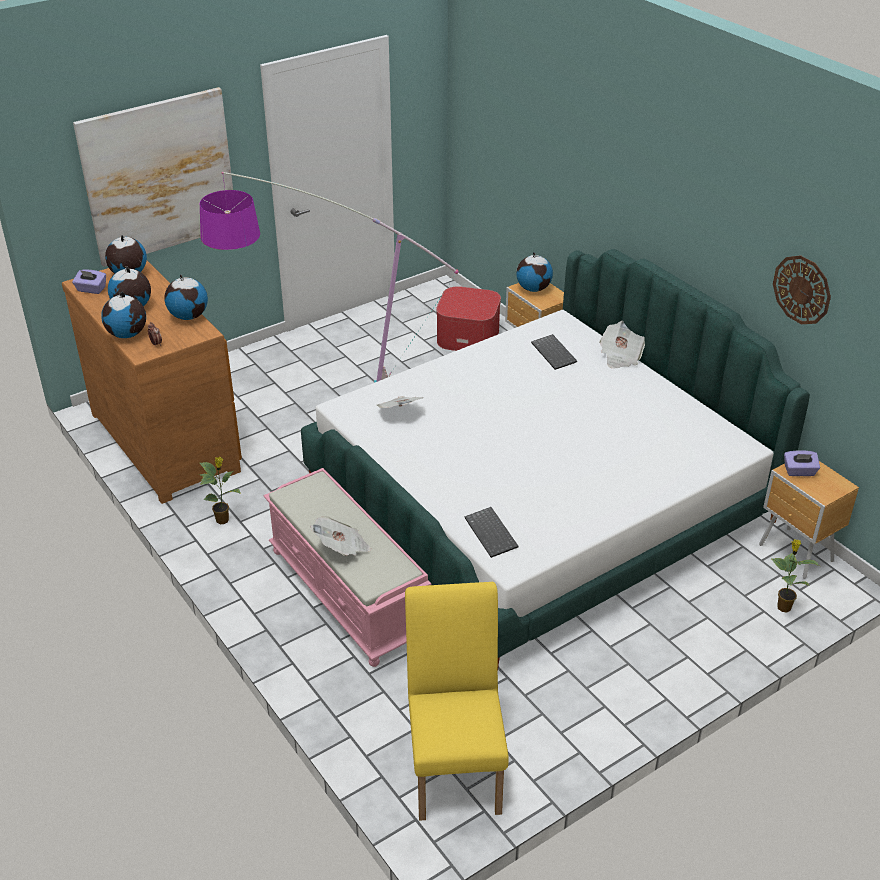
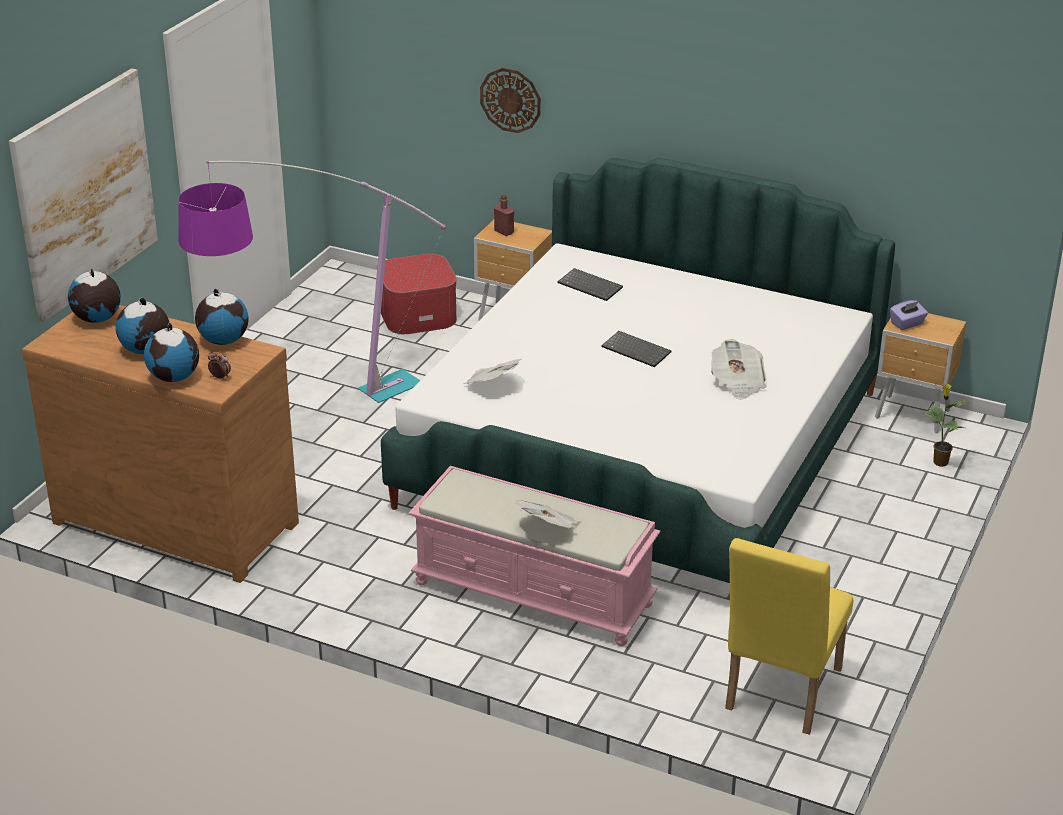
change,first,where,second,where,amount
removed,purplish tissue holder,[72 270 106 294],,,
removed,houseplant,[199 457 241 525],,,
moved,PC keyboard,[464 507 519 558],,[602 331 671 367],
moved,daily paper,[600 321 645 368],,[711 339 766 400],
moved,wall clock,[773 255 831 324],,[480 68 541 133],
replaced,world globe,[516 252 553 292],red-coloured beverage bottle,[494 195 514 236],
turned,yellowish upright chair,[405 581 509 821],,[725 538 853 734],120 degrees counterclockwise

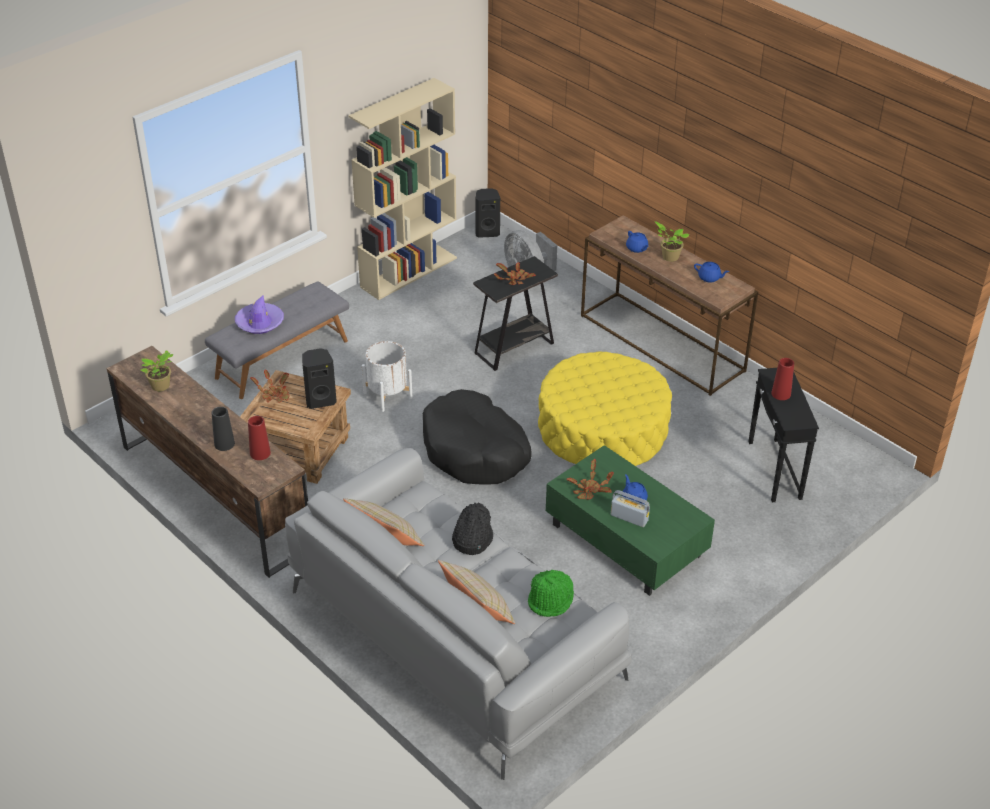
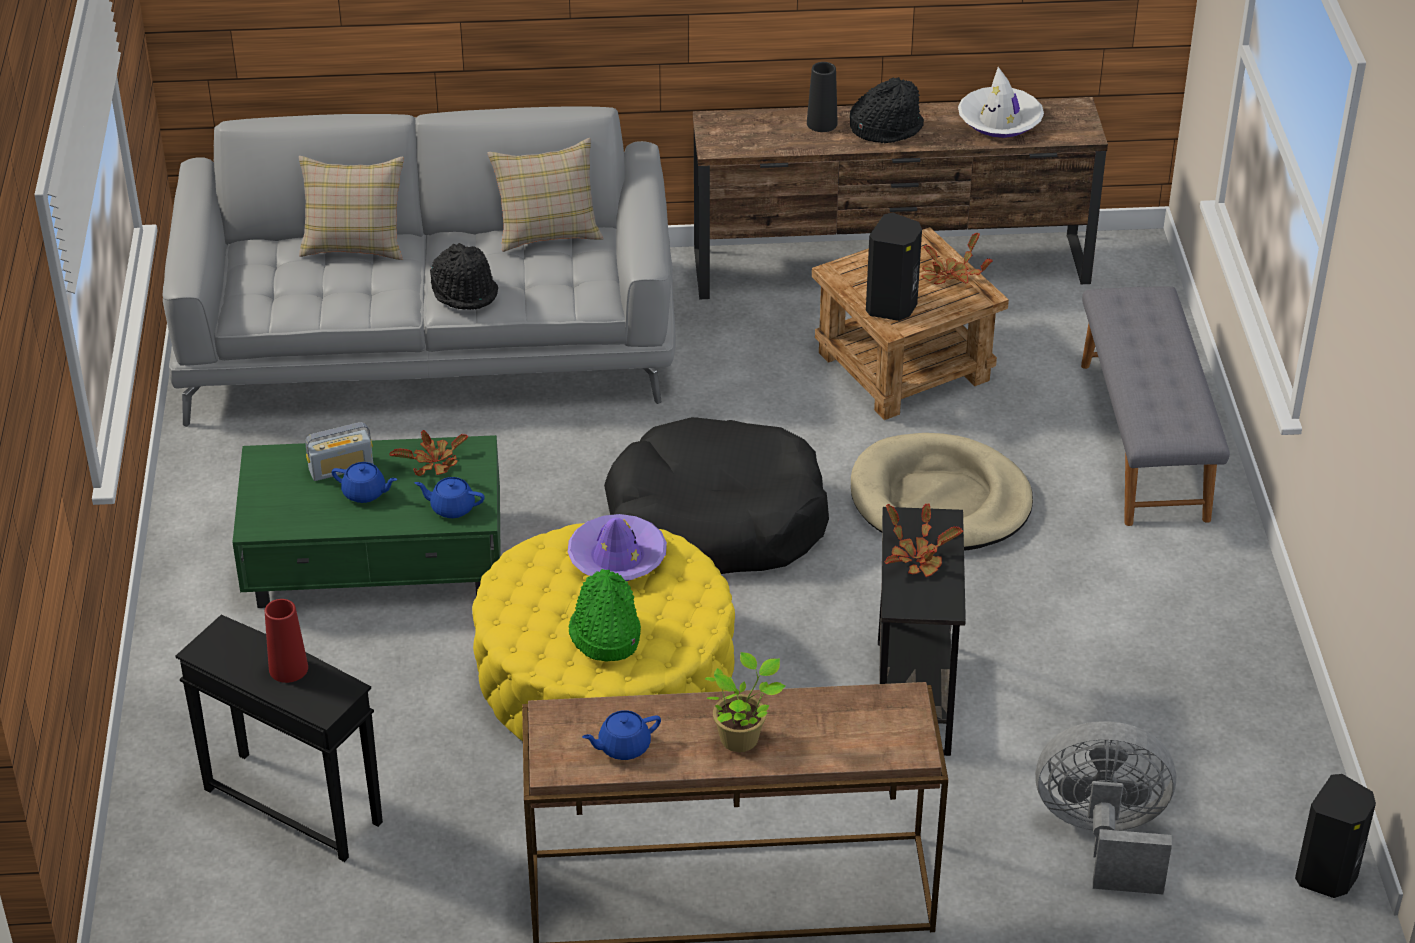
change,first,where,second,where,amount
removed,red-coloured decorative vase,[248 416 271 460],,,
removed,sand-coloured bookcase,[348 78 457 300],,,
added,,,black-coloured hat,[850 77 924 143],
moved,purplish hat,[235 295 284 334],,[568 514 667 581],
moved,green hat,[528 570 574 617],,[569 569 641 661],
moved,blue pot for tea,[626 231 649 253],,[415 477 485 518],
replaced,houseplant,[141 350 174 391],white-coloured hat,[958 67 1044 138],
replaced,white-coloured plant pot,[362 341 412 412],sand-coloured pet bed,[851 433 1033 550],

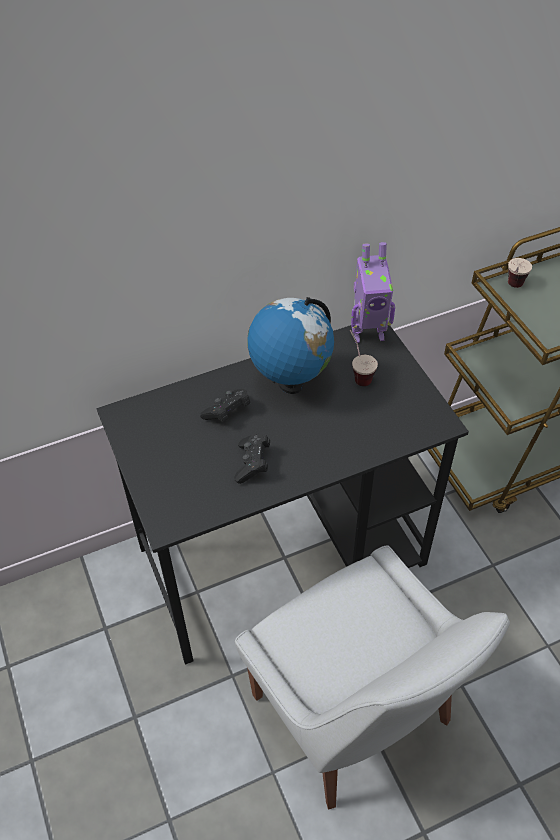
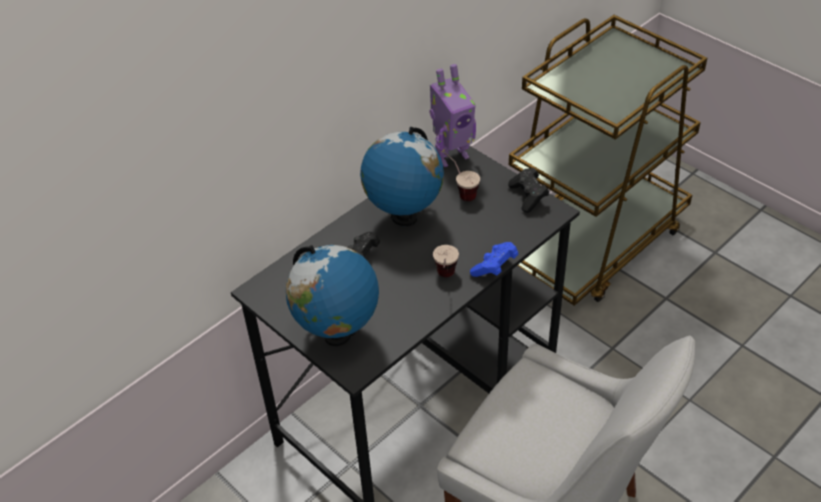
change,first,where,second,where,amount
added,,,world globe,[286 245 379 346],
added,,,blue gamepad,[470 242 518 277],
moved,black-coloured gamepad,[234 433 270 484],,[508 168 549 213],
moved,cup,[508 258 532 288],,[433 245 459 277],

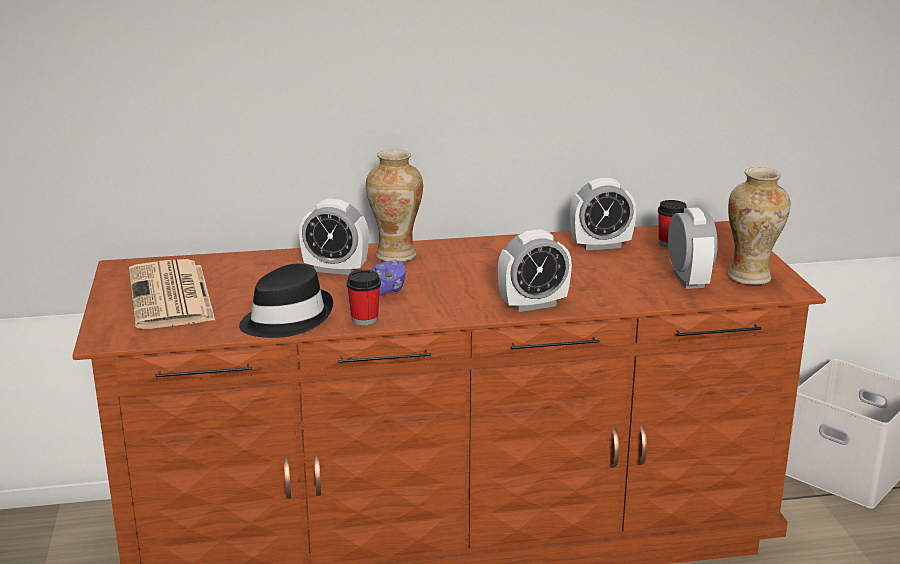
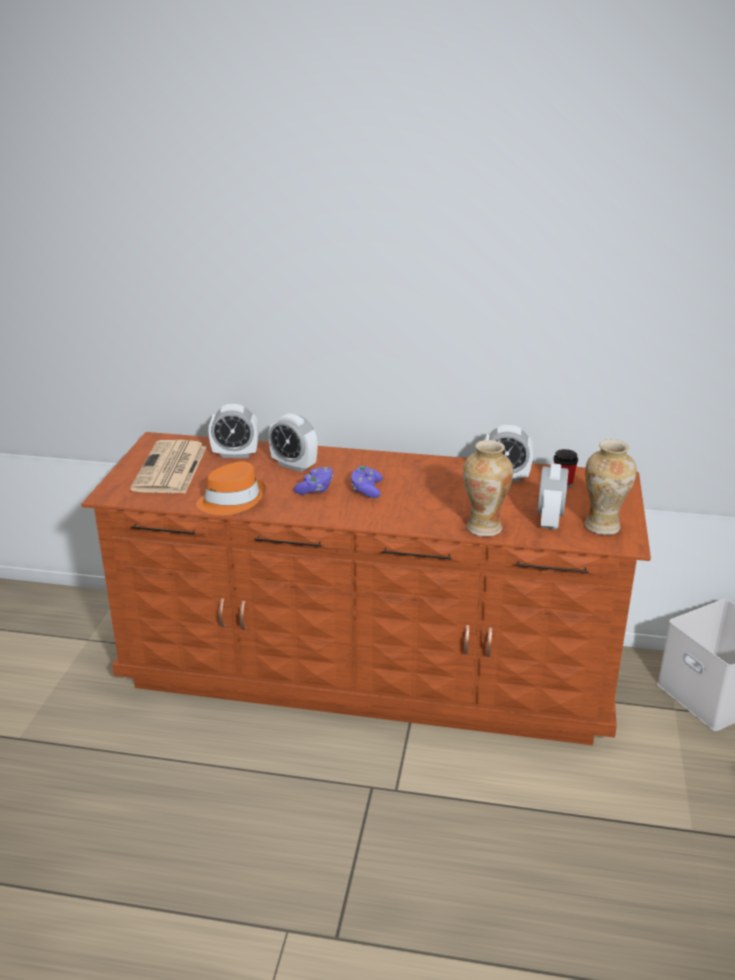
change,first,where,second,where,amount
removed,cup,[346 270 381 325],,,
added,,,purplish gamepad,[351 466 383 498],
moved,decorative vase,[366 149 423 262],,[463 440 513 537],
moved,bedside clock,[498 229 572 312],,[208 404 259 458],
recoloured,black-coloured hat,[239 264 333 338],orangey hat,[196 461 266 515],

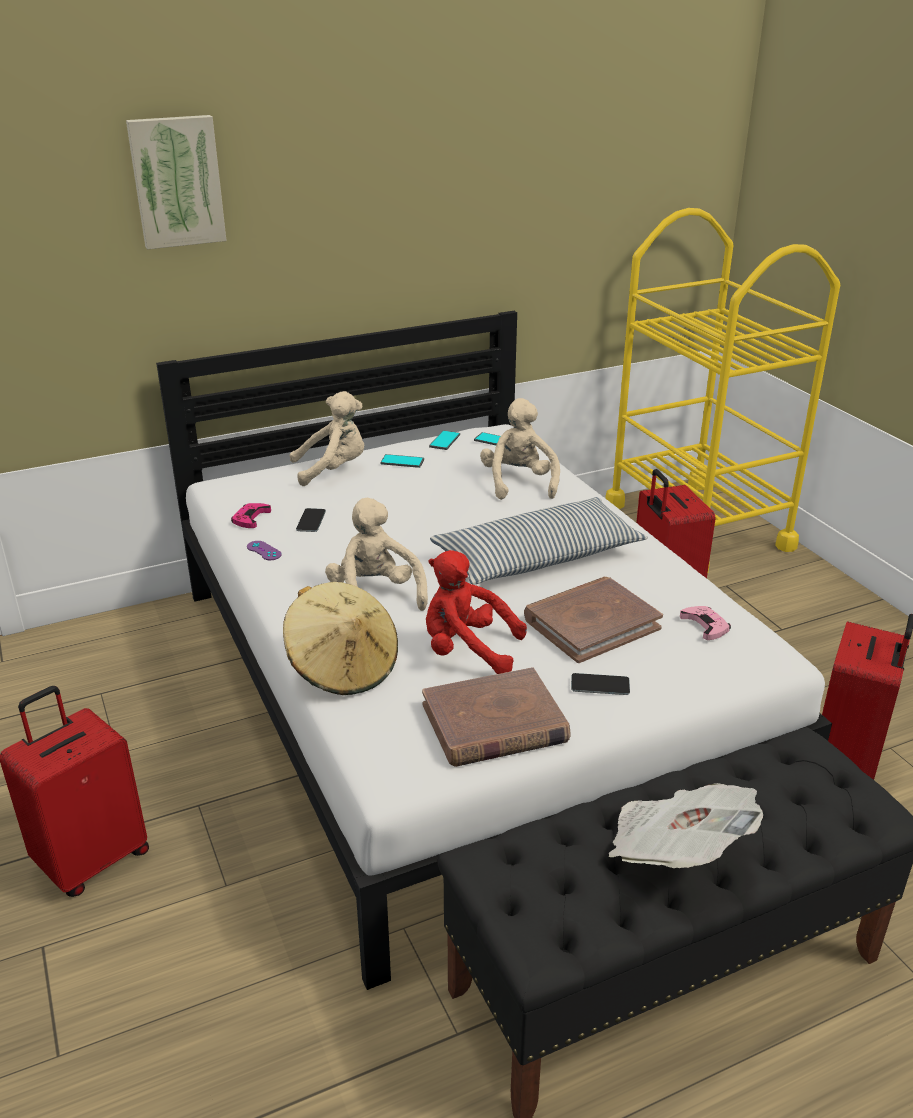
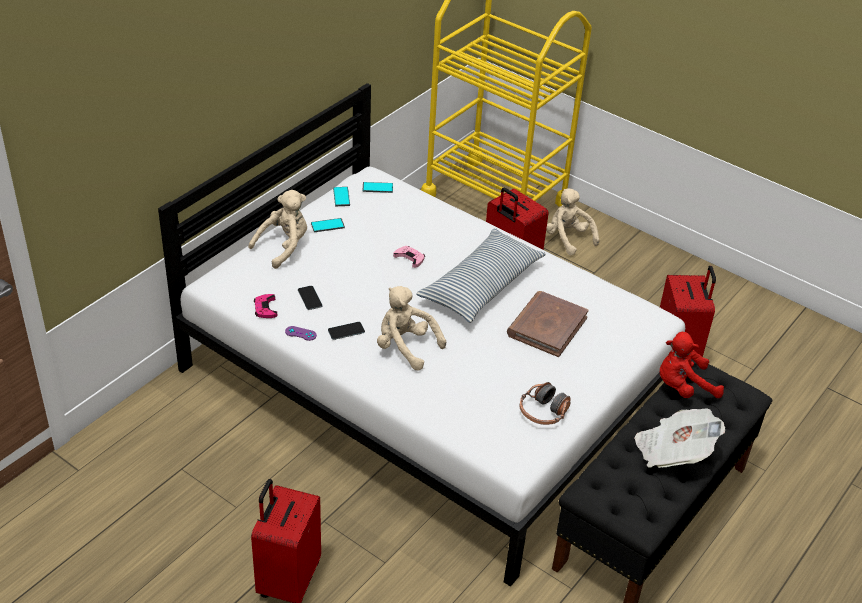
change,first,where,second,where,amount
removed,wall picture,[126 115 227 249],,,
removed,sand-coloured hat,[283 582 398 695],,,
moved,red-coloured plush toy,[426 550 527 674],,[660 332 724 398],
moved,sand-coloured plush toy,[480 398 560 500],,[546 188 599 256],
moved,phone,[571 673 630 695],,[328 322 365 340],
moved,pink gamepad,[680 606 731 640],,[393 246 425 268],
replaced,brown volume,[422 667 571 767],headset,[520 382 571 425],

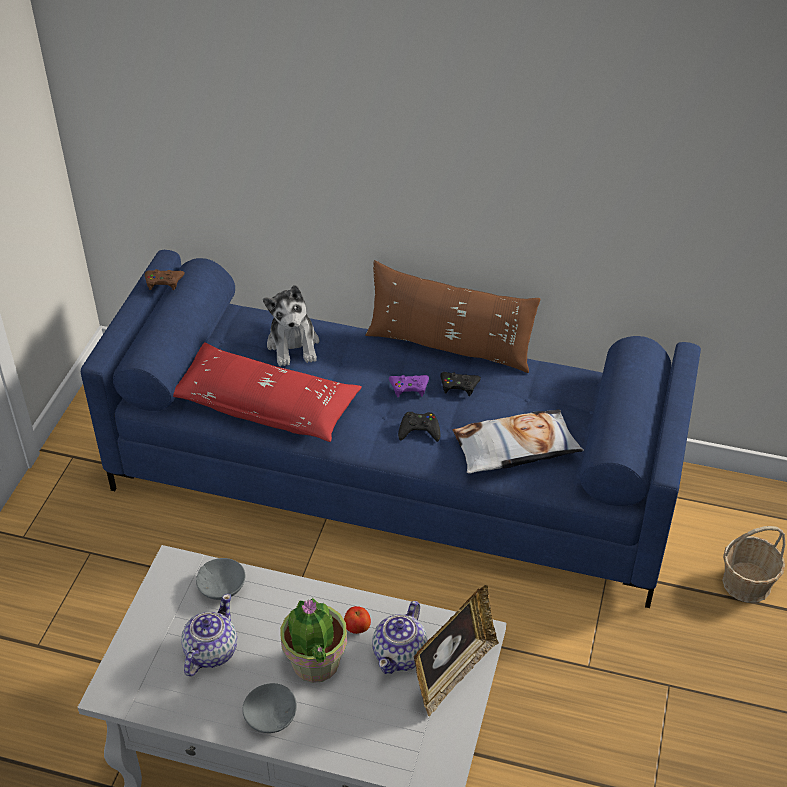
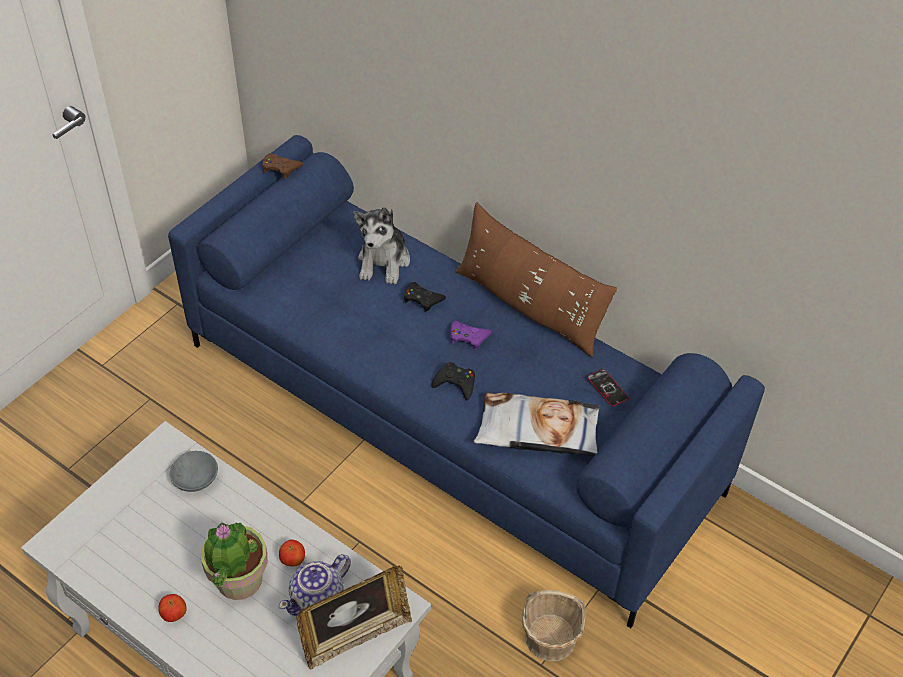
change,first,where,second,where,amount
removed,red-coloured throw pillow,[173 342 362 442],,,
removed,pot for tea,[181 594 237 676],,,
added,,,phone,[587 369 629 407],
moved,black-coloured gamepad,[441 372 481 396],,[404 282 446 312],
moved,storage basket,[723 526 785 603],,[522 590 586 662],
replaced,grey deep dish,[242 683 297 733],apple fruit,[158 594 187 622],

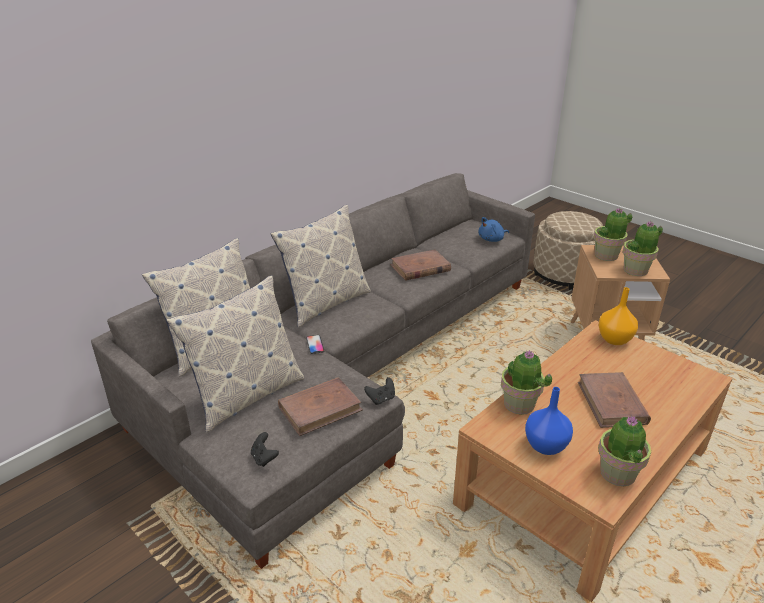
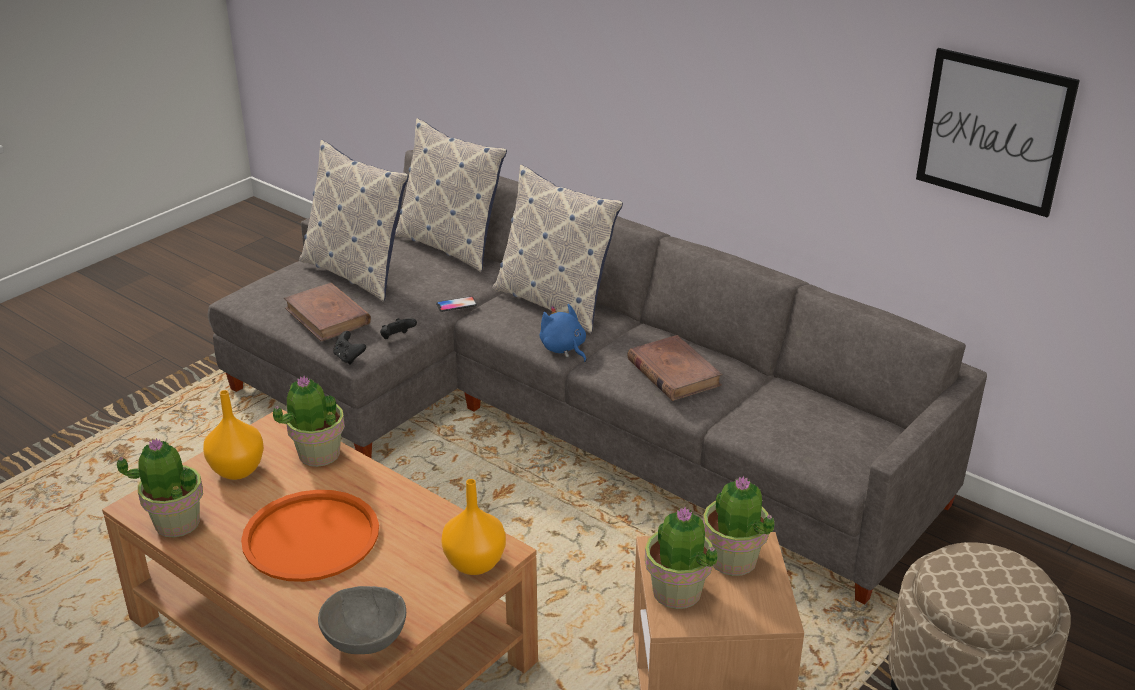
change,first,where,second,where,amount
added,,,grey deep dish,[318 586 406 654],
added,,,wall picture,[916 48 1080 218],
moved,black-coloured gamepad,[251 432 279 467],,[380 318 417 339],
moved,blue plush toy,[478 217 509 242],,[540 304 586 362],
replaced,brown volume,[578 372 651 428],orangey tray,[241 490 379 582],
recoloured,blue decorative vase,[525 387 573 455],orangey decorative vase,[203 390 264 480],

